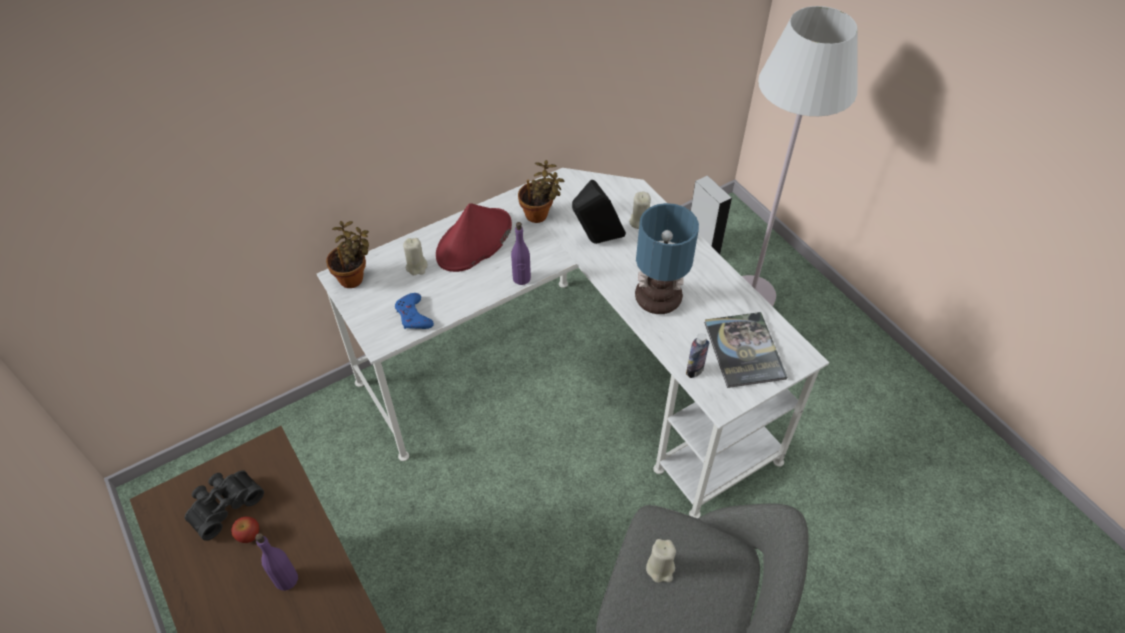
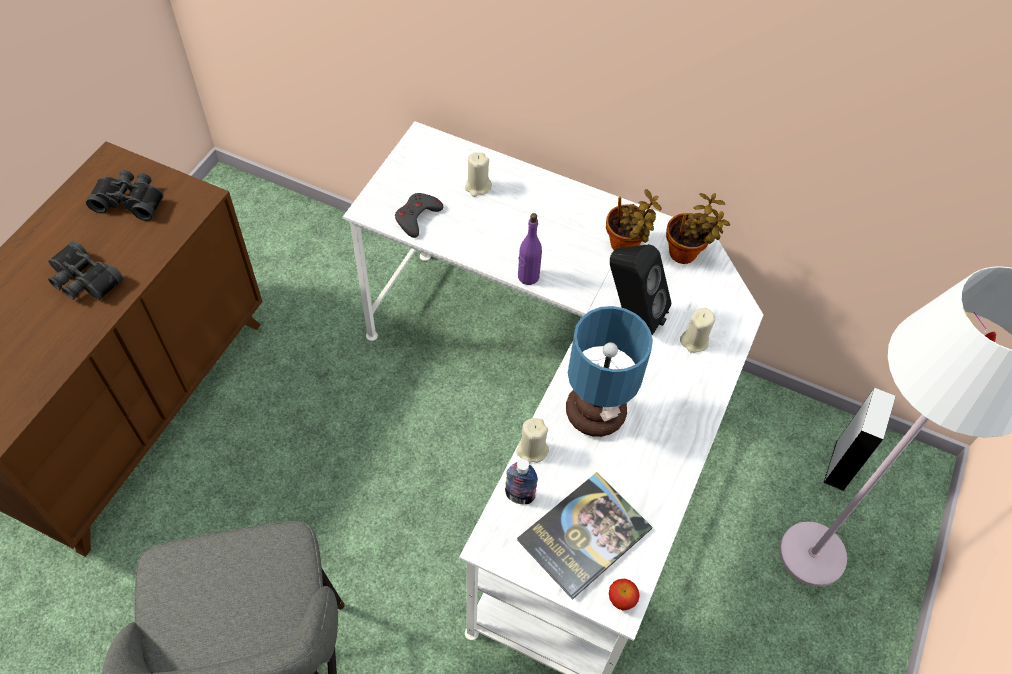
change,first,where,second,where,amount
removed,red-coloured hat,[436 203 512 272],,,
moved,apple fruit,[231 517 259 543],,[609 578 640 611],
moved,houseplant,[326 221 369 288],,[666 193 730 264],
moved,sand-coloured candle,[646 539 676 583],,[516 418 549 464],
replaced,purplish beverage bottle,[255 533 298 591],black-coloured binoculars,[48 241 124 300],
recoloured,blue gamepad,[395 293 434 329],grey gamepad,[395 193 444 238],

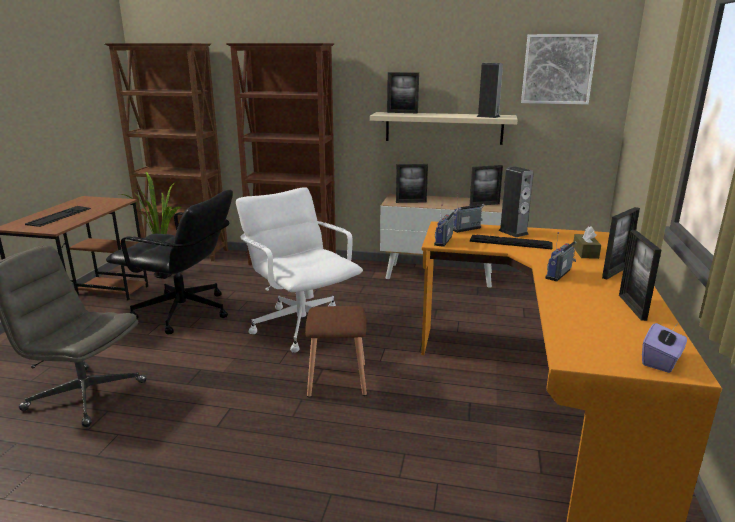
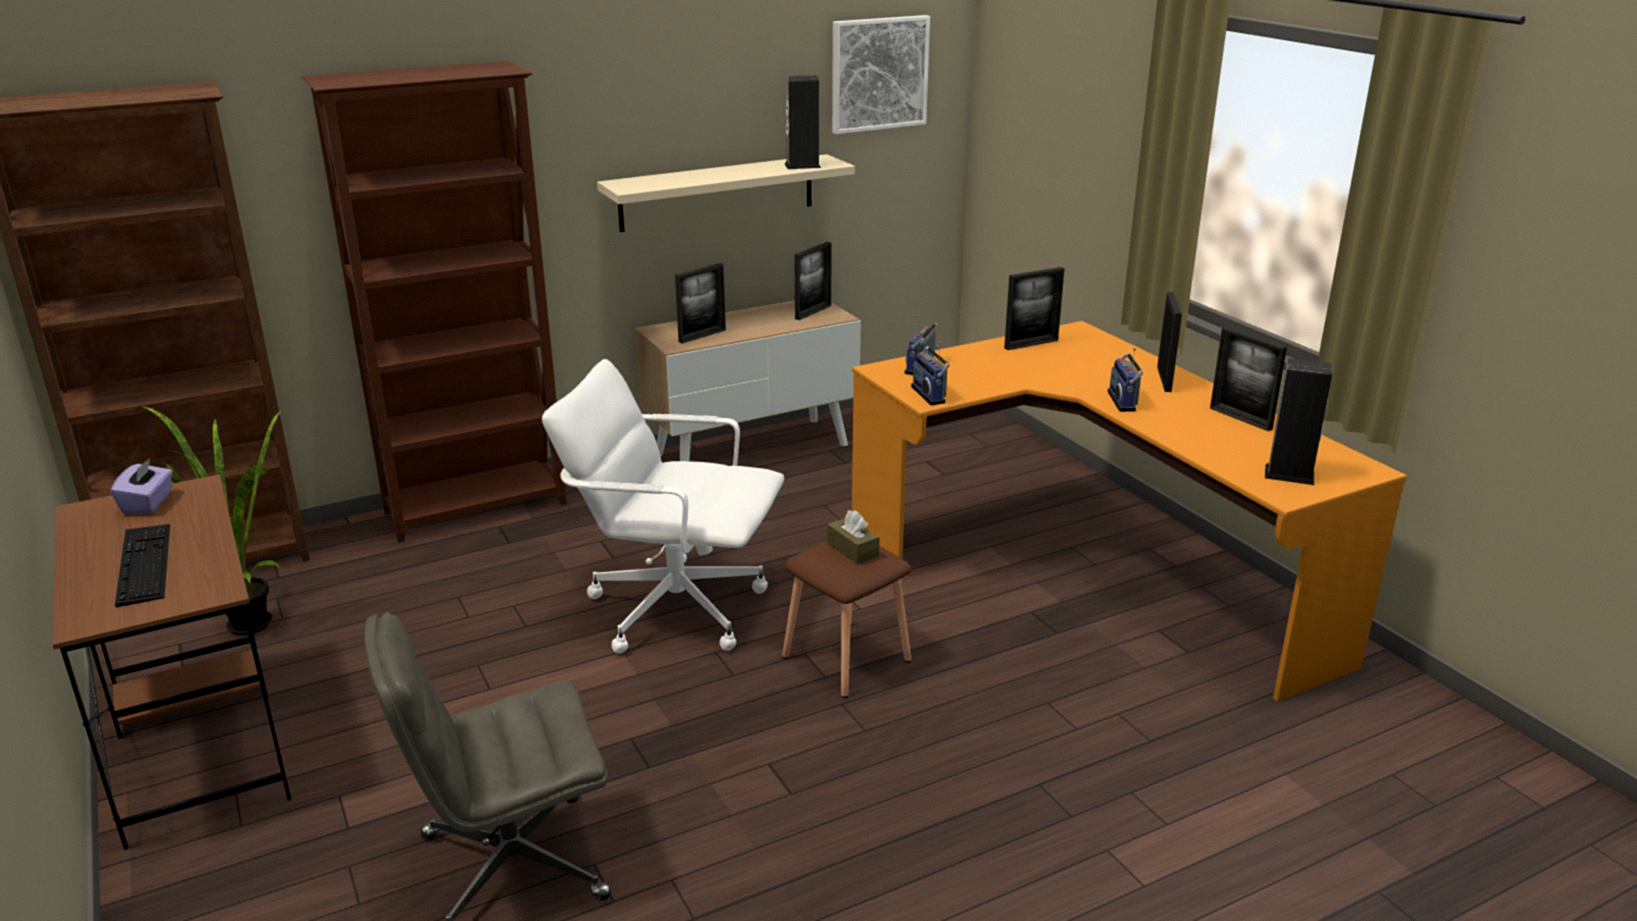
change,first,where,second,where,amount
removed,black-coloured computer chair,[106 190 233 335],,,
removed,PC keyboard,[470 235 553 249],,,
moved,photo frame,[387 72 419 113],,[1004 267 1064 350],
moved,audio speaker,[498 167 534 237],,[1265 358 1333 485],
moved,brown tissue holder,[573 226 601 259],,[827 510 880 564],
moved,purplish tissue holder,[642 323 687 373],,[111 458 173 514],

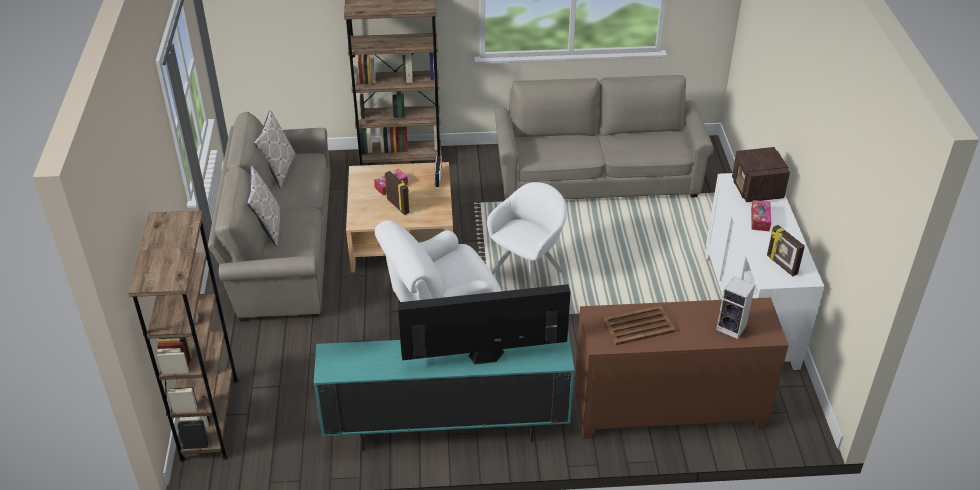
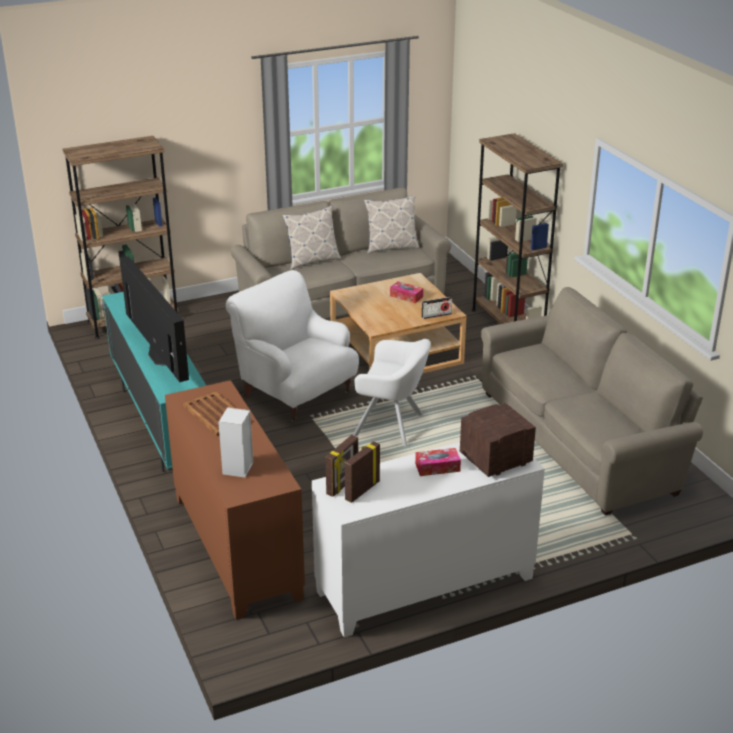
change,first,where,second,where,amount
moved,photo frame,[385 171 410 215],,[326 435 358 497],

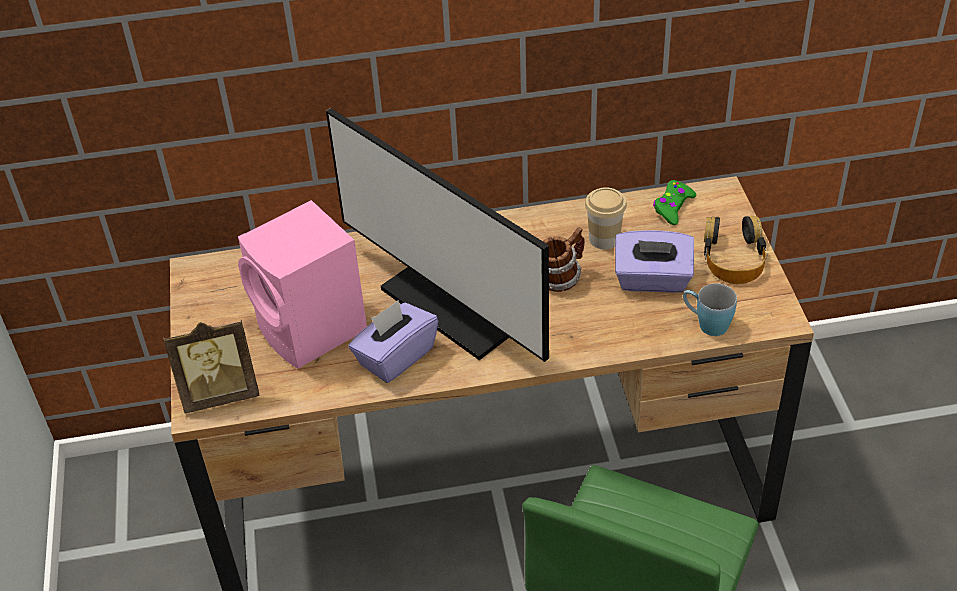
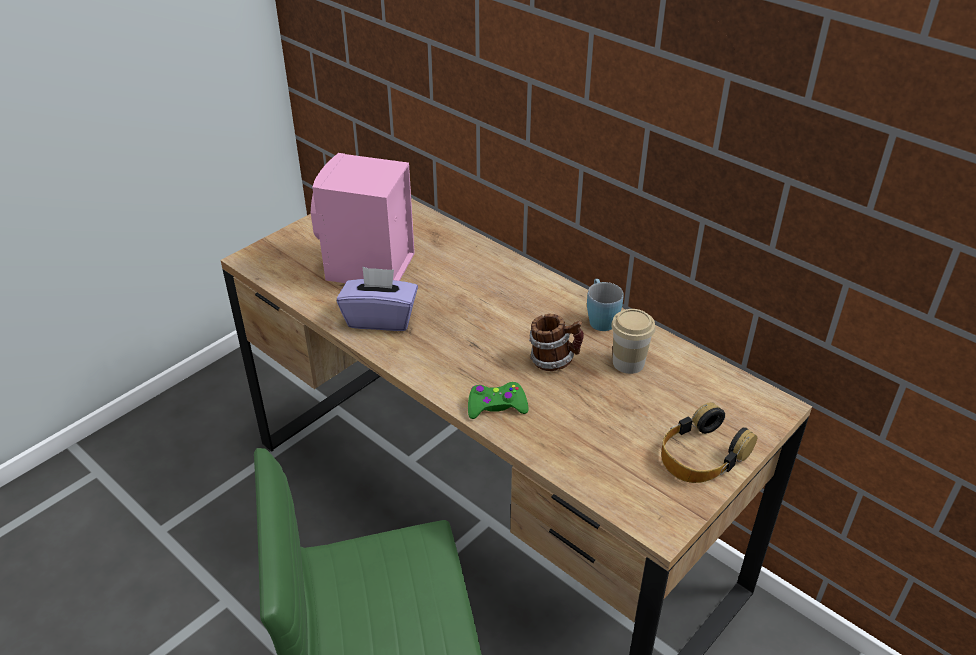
change,first,where,second,where,amount
removed,photo frame,[163 320 259 414],,,
removed,computer screen,[326 108 549 362],,,
removed,purplish tissue holder,[615 230 694 293],,,
moved,green gamepad,[653 180 696 225],,[468 382 529 419],
moved,blue mug,[683 283 737 336],,[587 279 624 331],

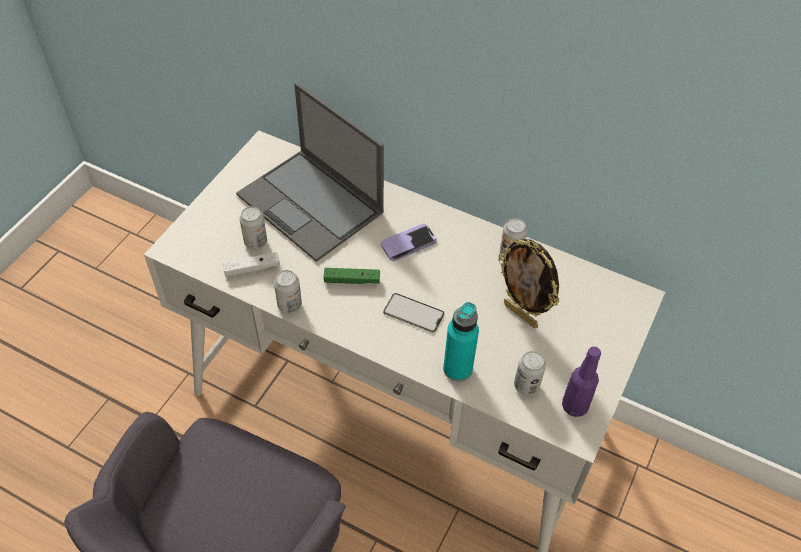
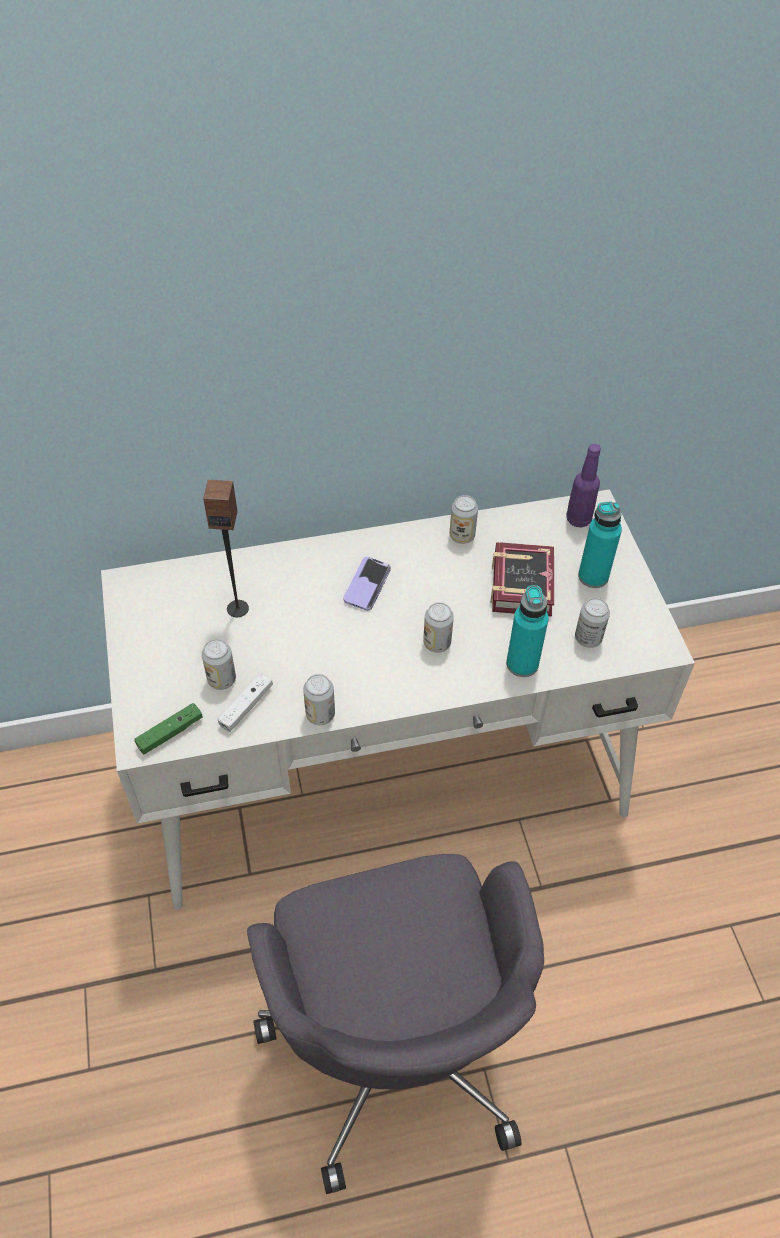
change,first,where,second,where,amount
added,,,blue-green beverage bottle,[578 501 622 588],
moved,green gamepad,[324 268 380 284],,[134 703 203 754],
moved,purplish beverage bottle,[562 347 601 417],,[566 444 601 528],
replaced,notebook computer,[236 82 384 262],audio speaker,[203 479 249 617],
replaced,phone,[383 293 445 333],can,[423 602 454 653],
replaced,photo frame,[498 239 560 328],volume,[491 542 554 616],

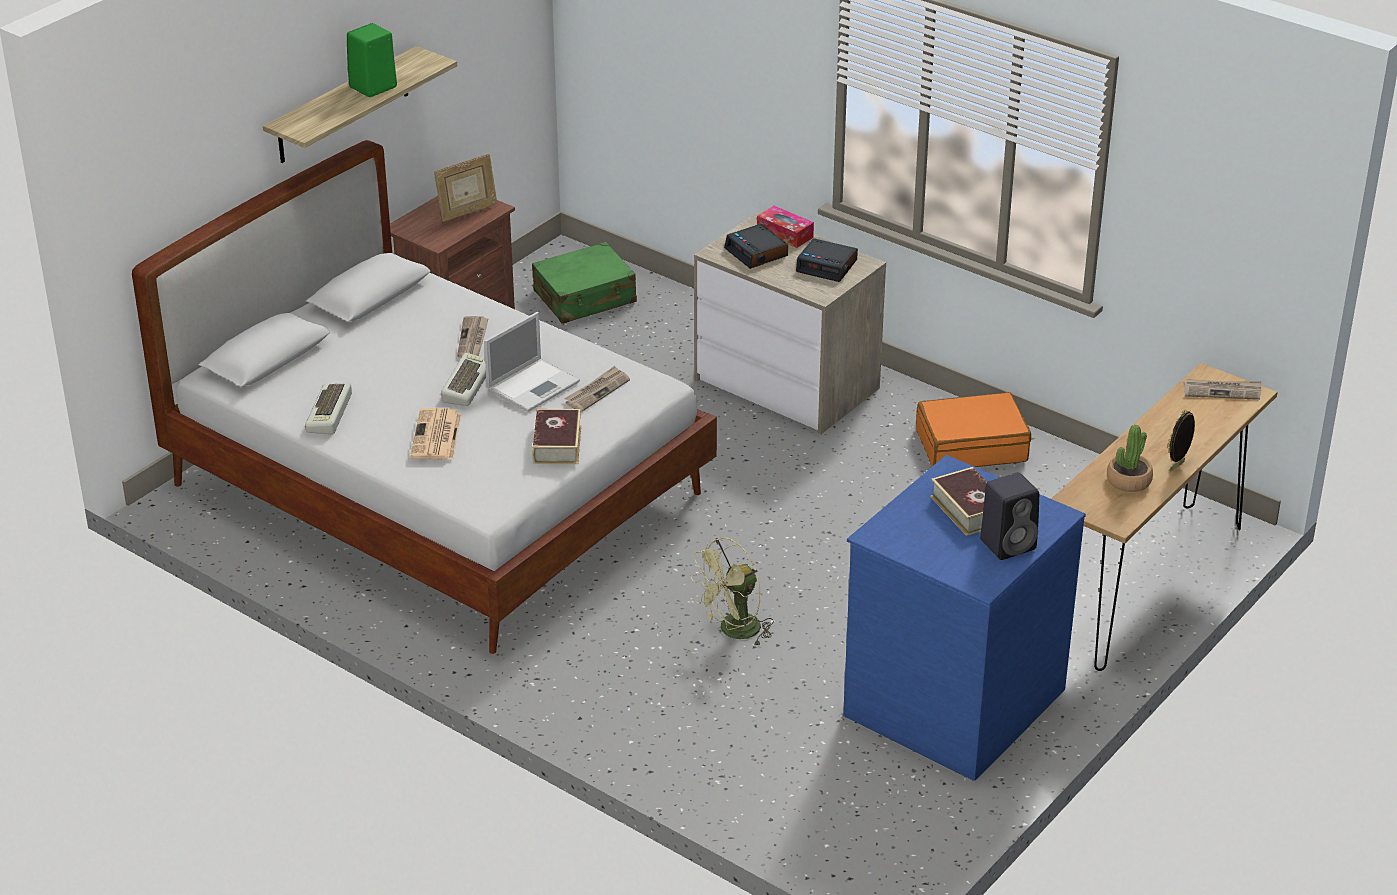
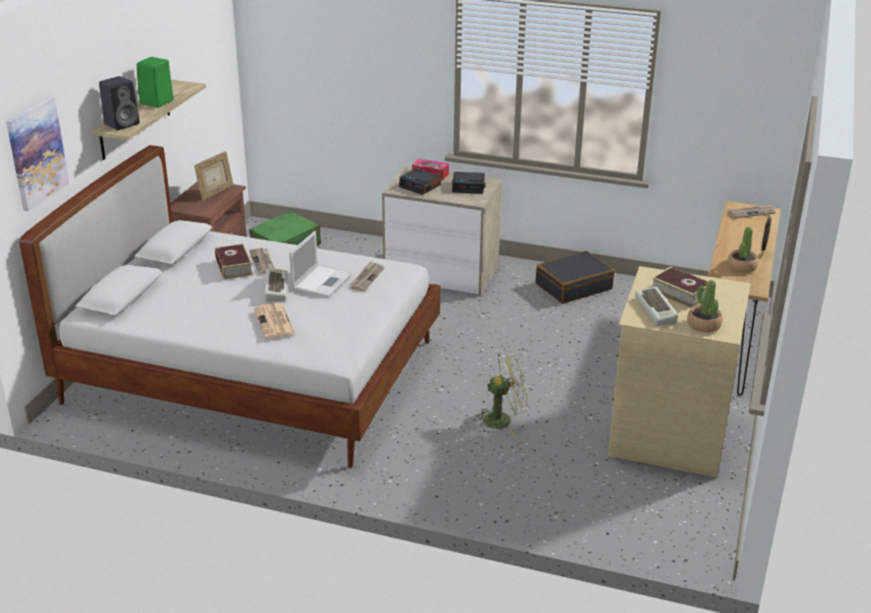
change,first,where,second,where,amount
added,,,wall picture,[6 97 69 212],
added,,,houseplant,[687 280 723 332],
moved,PC keyboard,[305 382 352 434],,[635 287 678 326],
moved,volume,[532 409 581 464],,[215 243 253 280],
moved,black-coloured audio speaker,[980 472 1039 560],,[99 76 140 130],
recoloured,blue chest of drawers,[843 455 1086 781],sand-coloured chest of drawers,[608 266 751 478],
recoloured,orangey travel case,[916 392 1031 467],black-coloured travel case,[536 251 615 304],
turned,green fan,[690 537 774 647],,[474 351 528 434],135 degrees counterclockwise

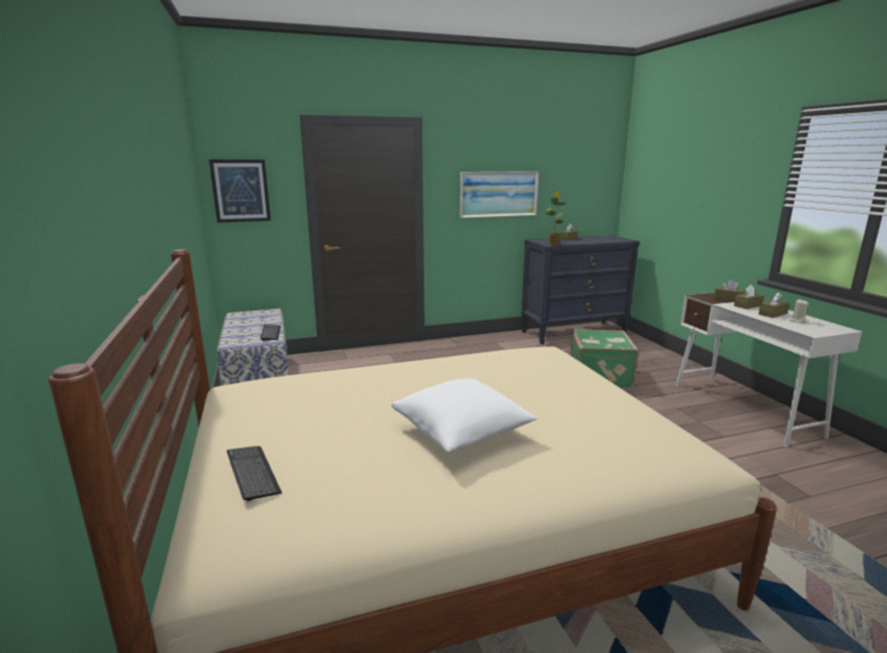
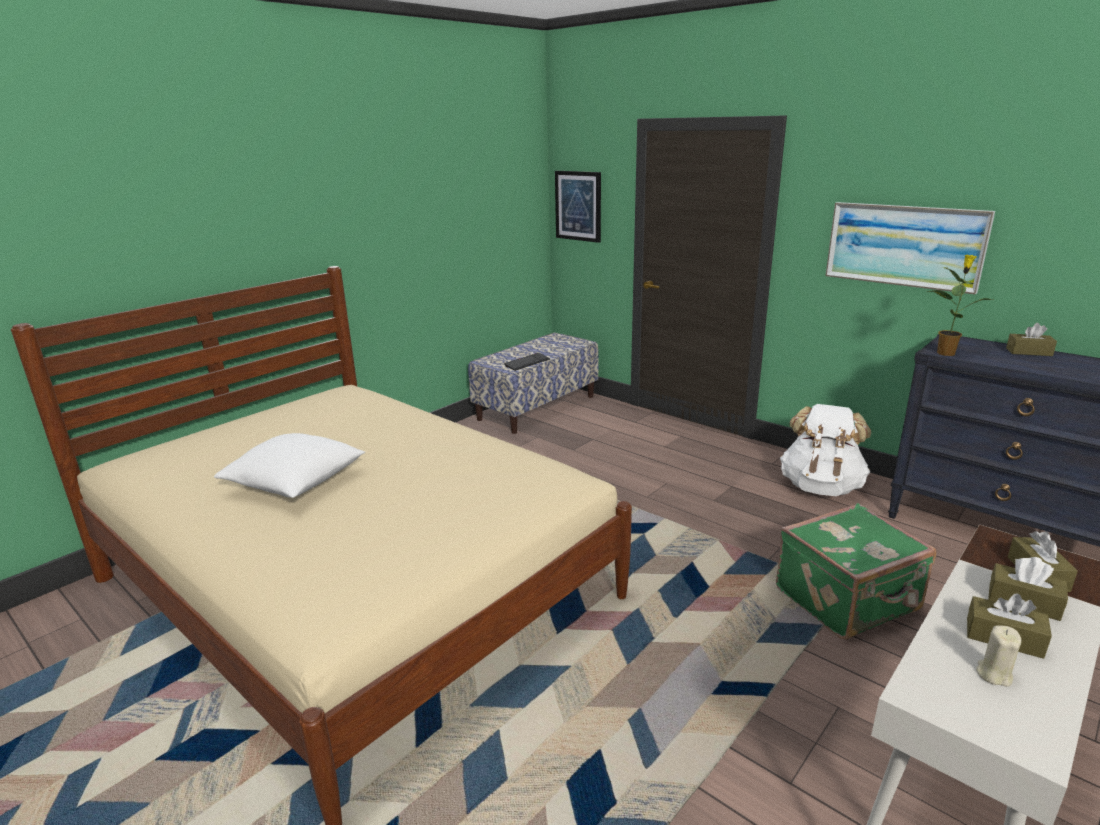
change,first,where,second,where,amount
removed,PC keyboard,[227 446 282 502],,,
added,,,white-coloured backpack,[780 404 871 496],

